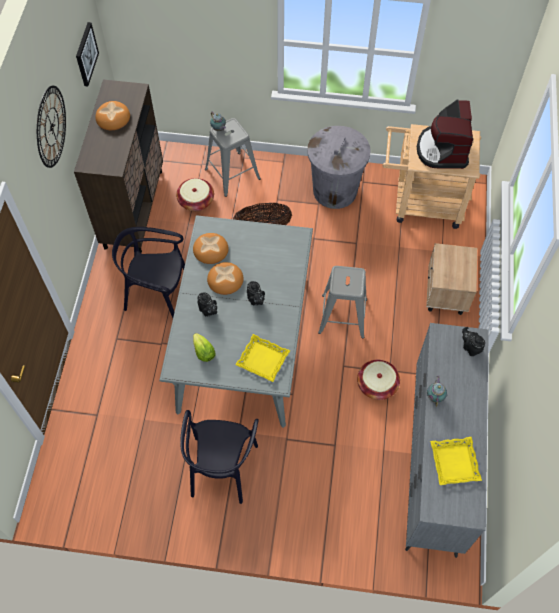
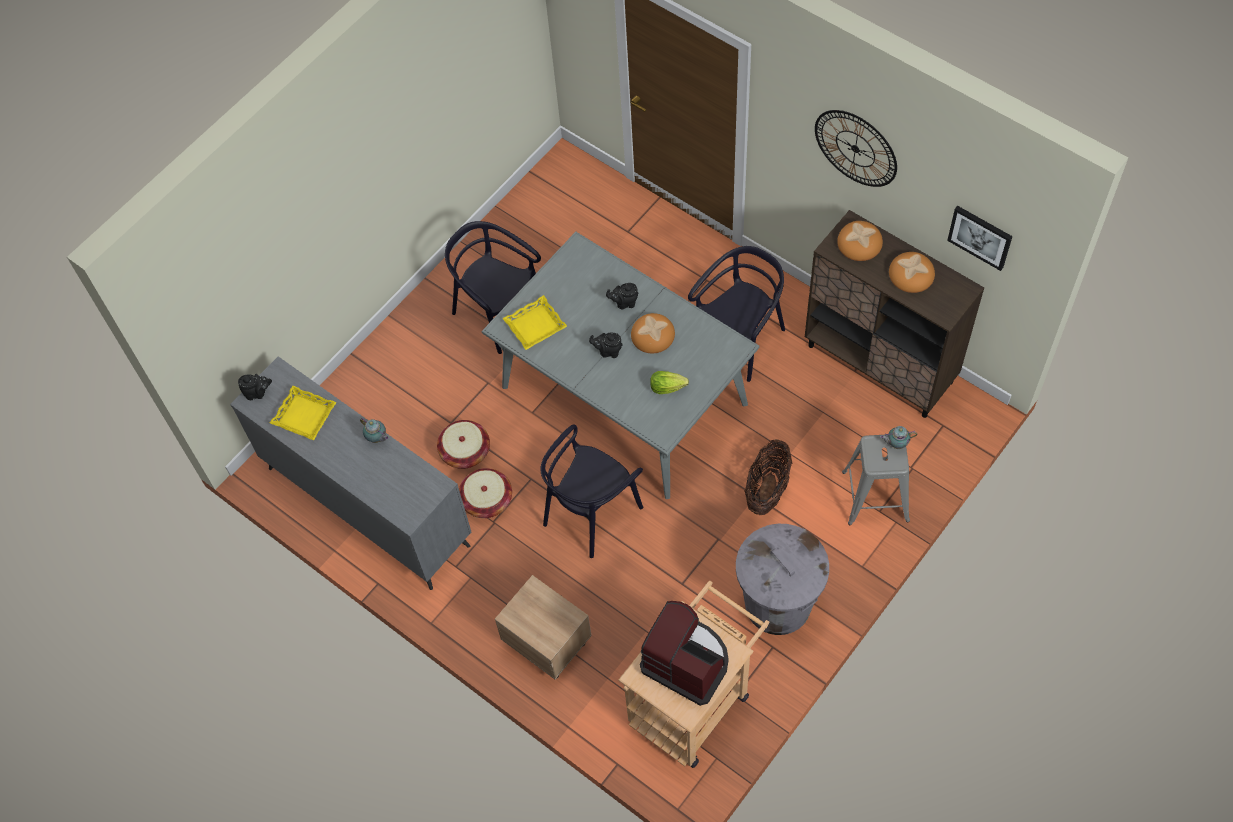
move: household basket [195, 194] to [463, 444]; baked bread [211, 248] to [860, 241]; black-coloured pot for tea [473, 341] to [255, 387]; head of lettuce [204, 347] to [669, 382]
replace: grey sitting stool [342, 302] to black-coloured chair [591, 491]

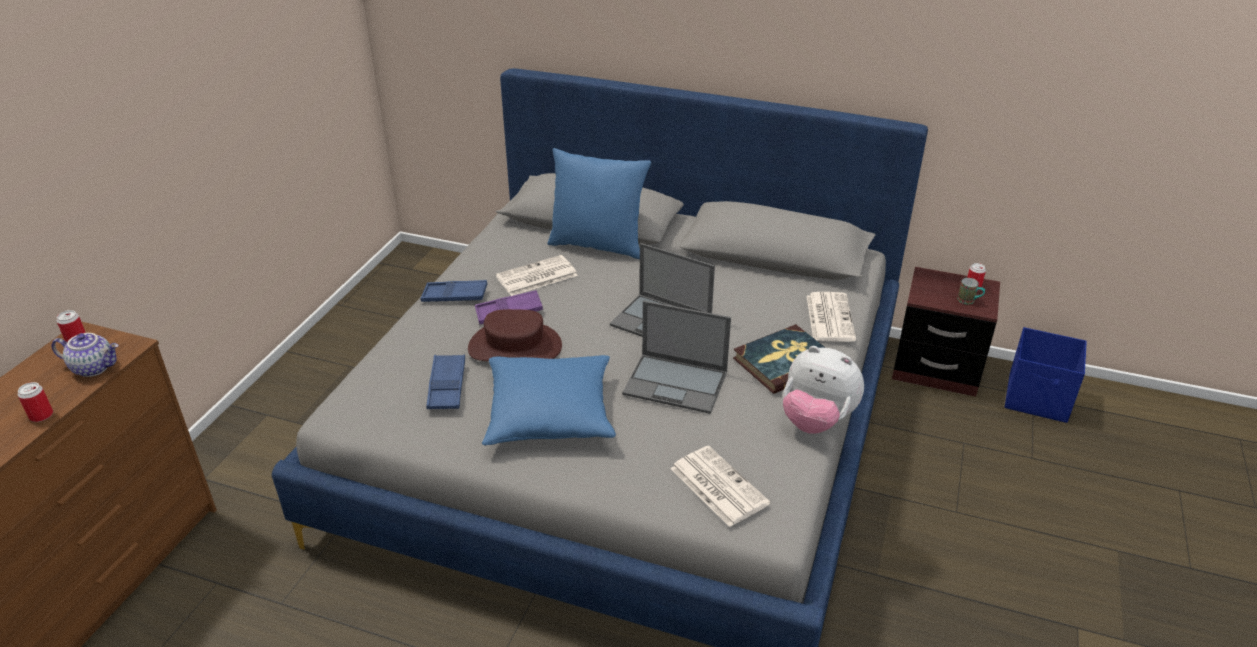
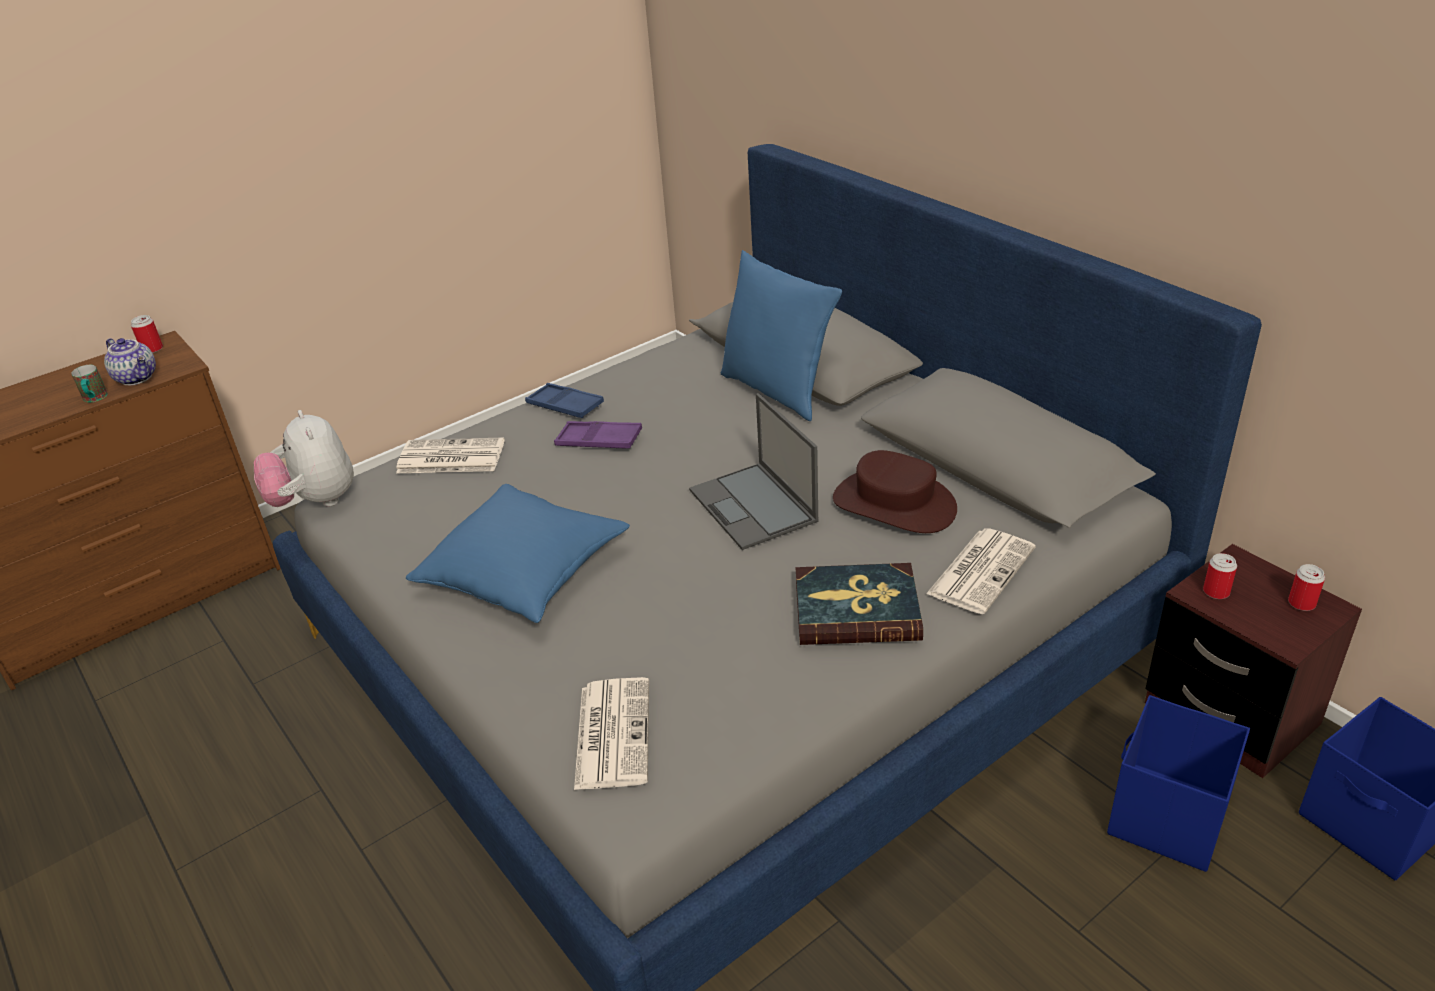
delete: notebook computer [676, 357]; bluish carrying tray [445, 382]
insert: bluish storage bin [1178, 783]
move: daily paper [536, 275] to [450, 455]; tea mug [971, 291] to [89, 384]; brownish wearable hat [515, 335] to [895, 491]; soft toy [823, 390] to [304, 458]; sealed can [35, 402] to [1220, 576]

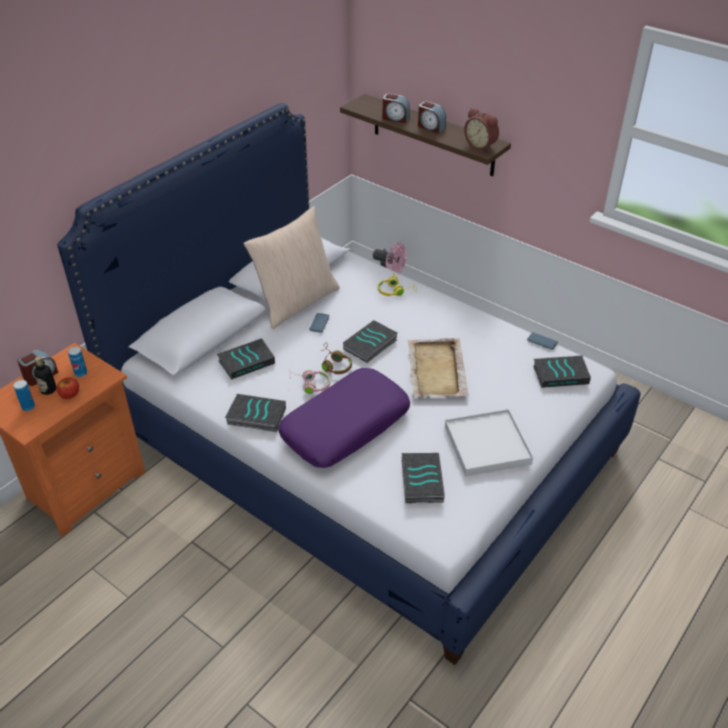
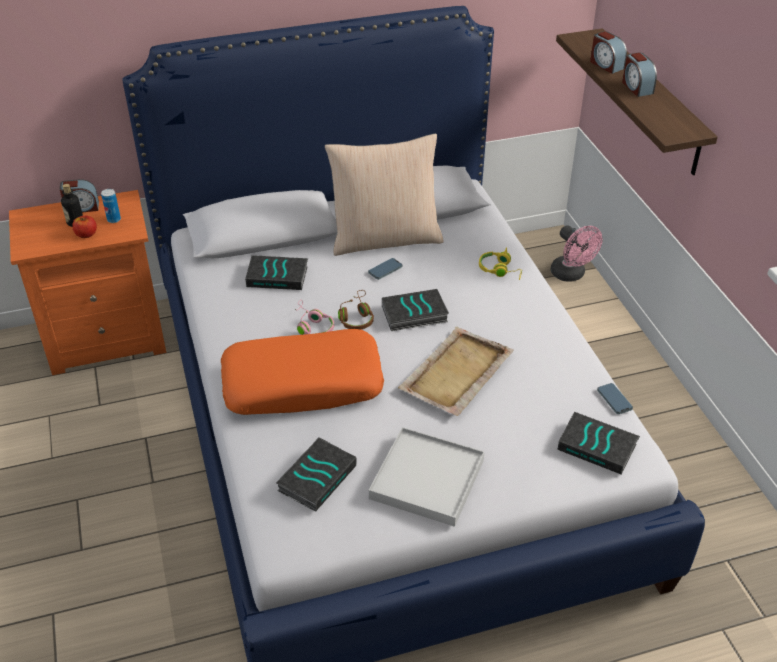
delete: bedside clock [481, 129]; sealed can [24, 395]; bound book [255, 413]
recolor: purplish cushion [344, 418] to orange-coloured cushion [302, 372]

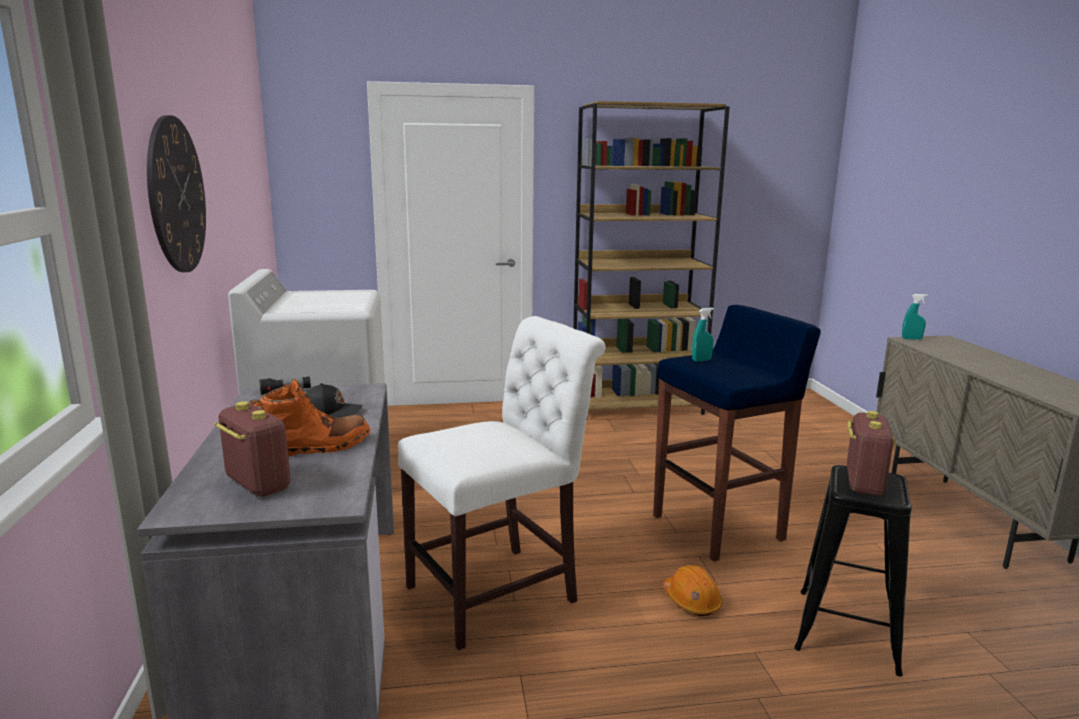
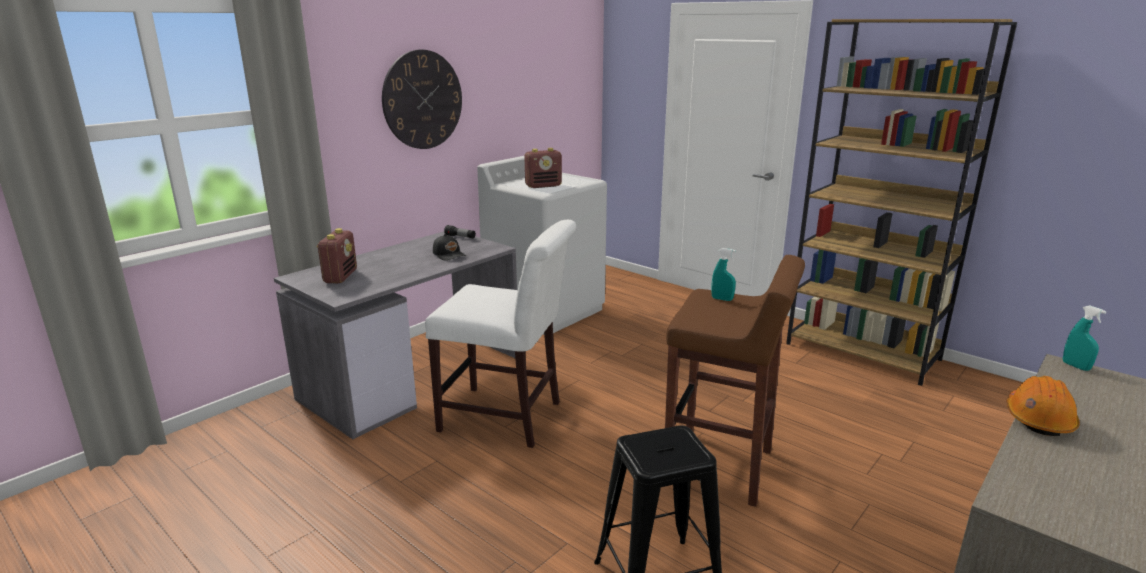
delete: orange-coloured boot [309, 418]
move: radio [871, 453] to [543, 168]; orange-coloured work helmet [692, 590] to [1043, 406]
recolor: bluish sitting stool [737, 433] to brownish sitting stool [735, 381]

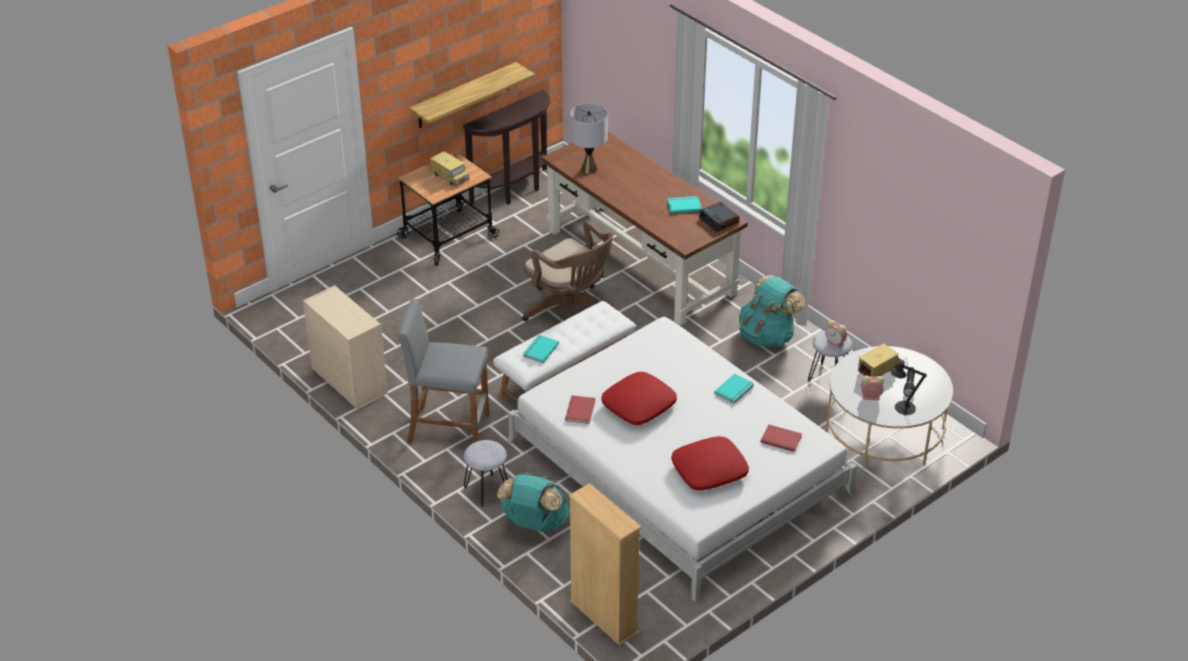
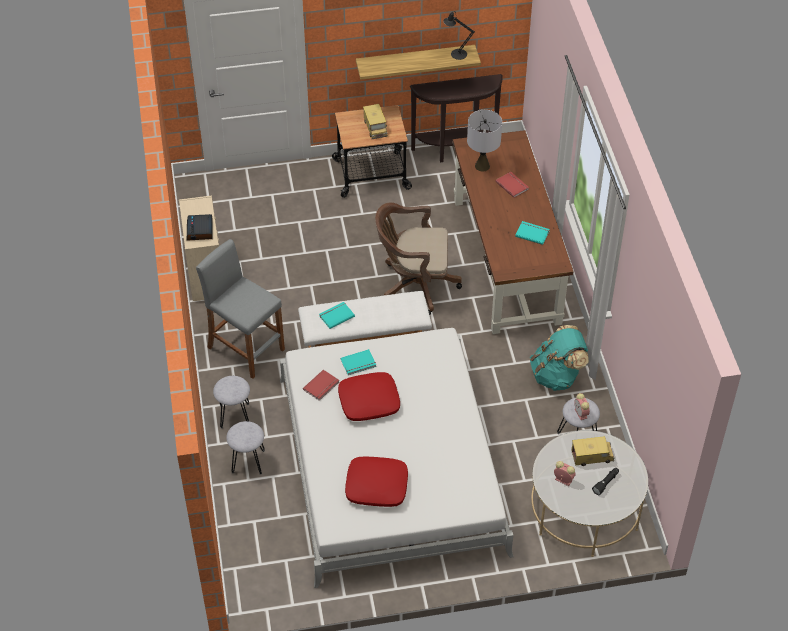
delete: beige bookshelf [605, 564]
move: bedside clock [719, 217] to [200, 227]; black-coloured tabletop lamp [908, 386] to [459, 36]; turquoise-coloured bound book [734, 389] to [358, 362]; reddish bound book [781, 438] to [512, 185]
replace: turquoise-coloured rucksack [533, 502] to grey sitting stool [245, 448]
rotate: brownish desk chair [568, 271] = [418, 258] 105 degrees clockwise

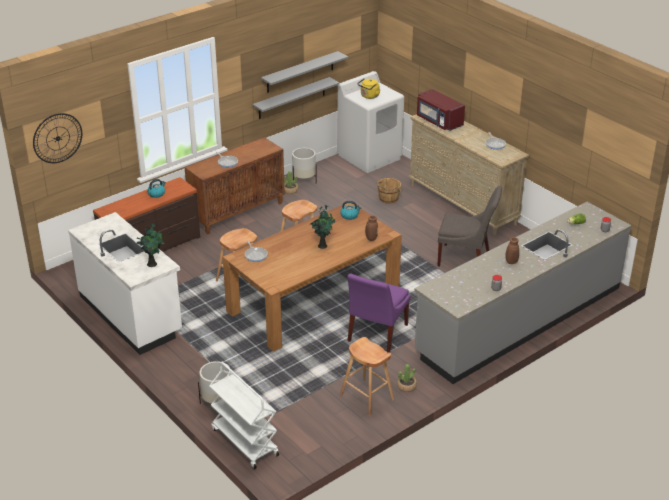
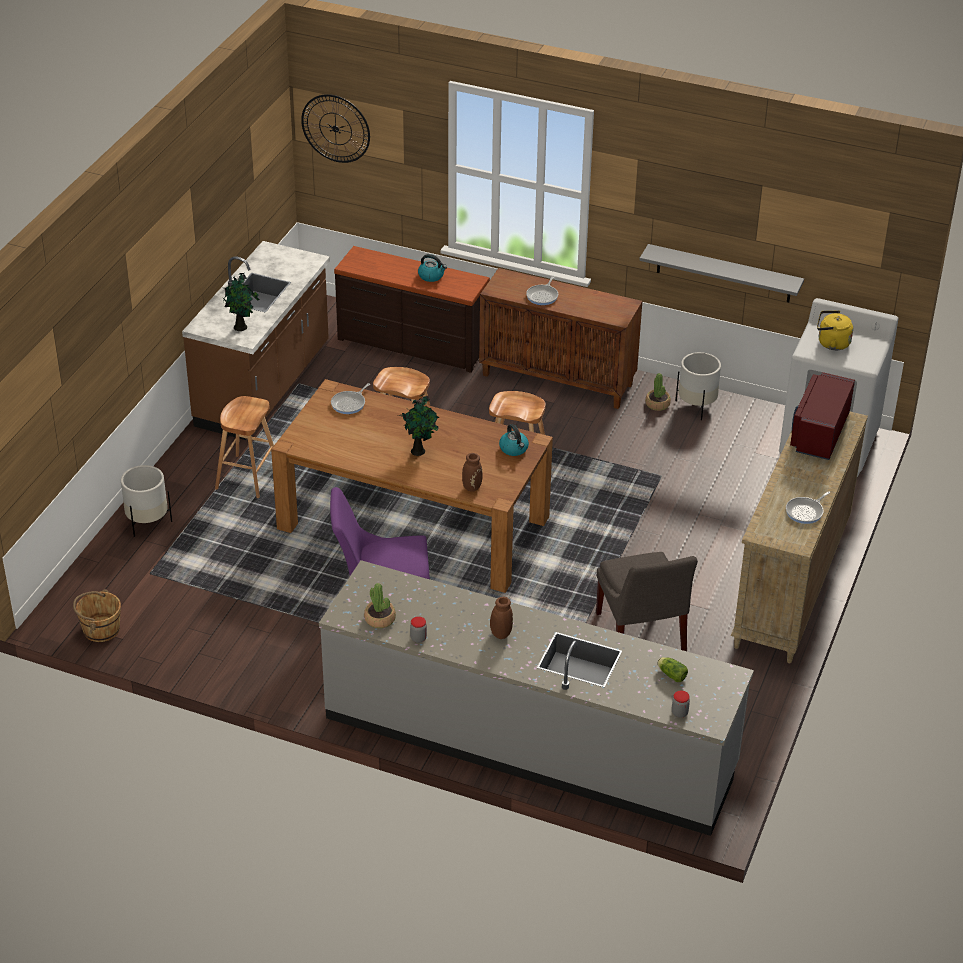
delete: grey shelf [304, 72]; whitish cart [244, 415]
move: brownish water bucket [389, 191] to [97, 615]; brownish sitting stool [367, 376] to [244, 447]; plant in a pot [407, 378] to [380, 605]
recolor: whitish kitchen base unit [125, 283] to brownish kitchen base unit [256, 340]

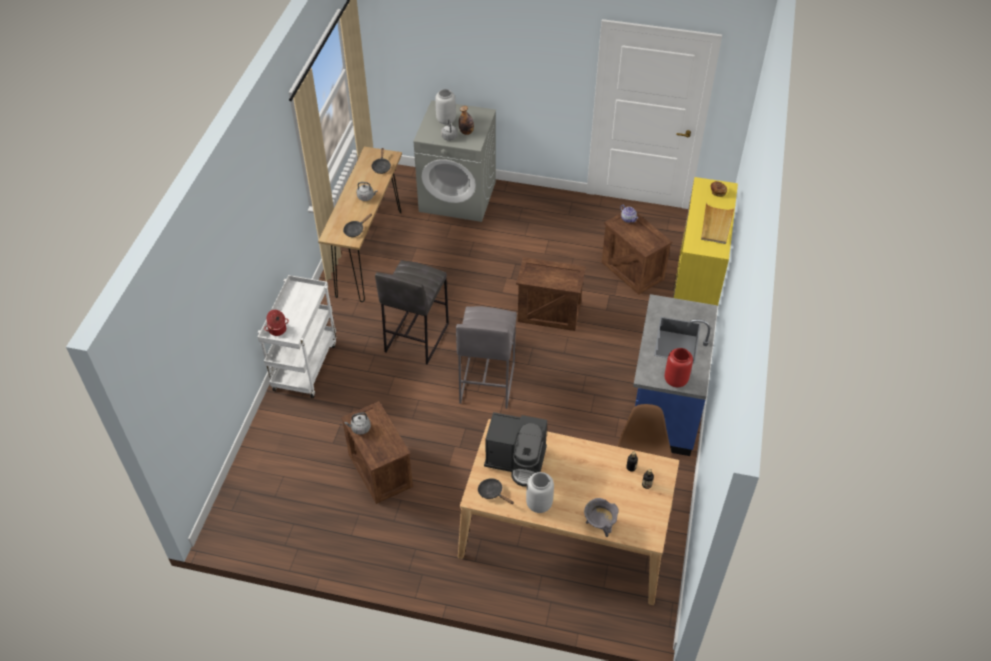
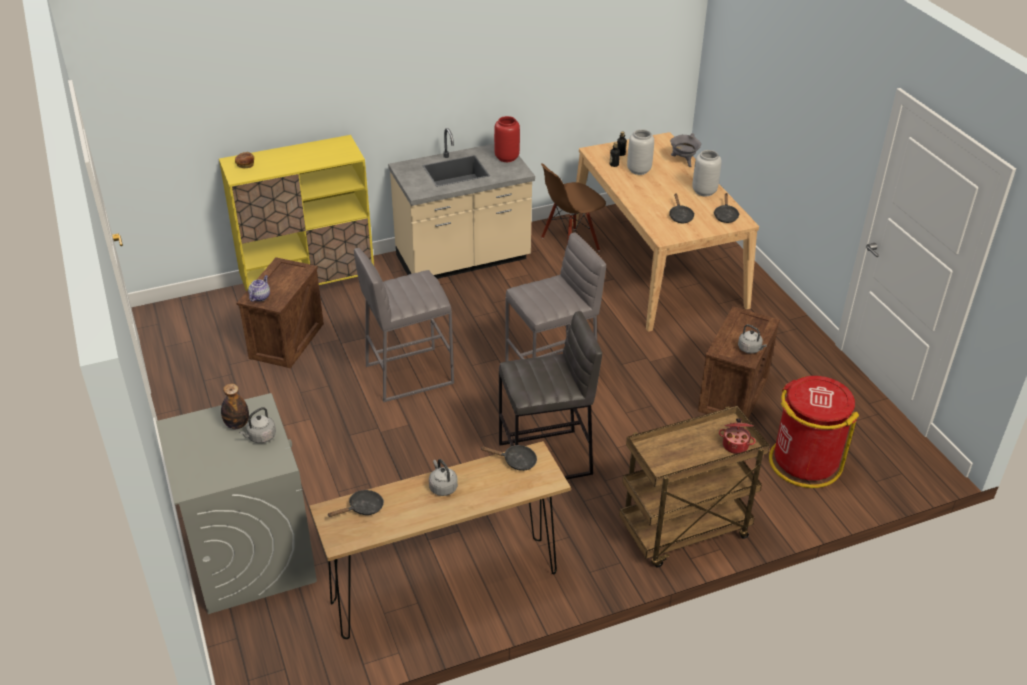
delete: beige carrying tray [717, 223]
insert: reddish waste bin [814, 432]
move: grey flower vase [445, 107] to [640, 152]
replace: packing crate [551, 294] to grey sitting stool [404, 325]; coffee maker [515, 449] to black-coloured pan [681, 208]
recolor: whitish cart [297, 336] to brownish cart [694, 486]; bluish kitchen base unit [675, 375] to beige kitchen base unit [461, 203]

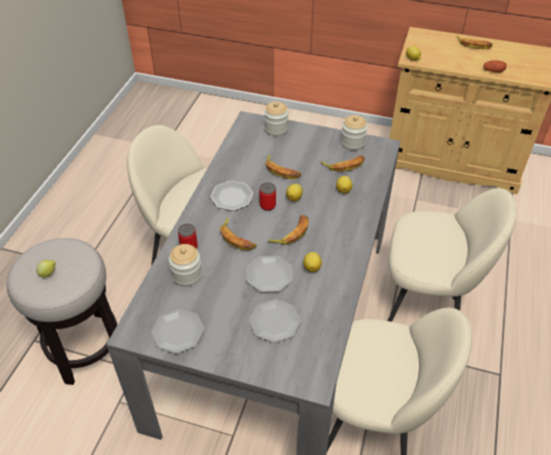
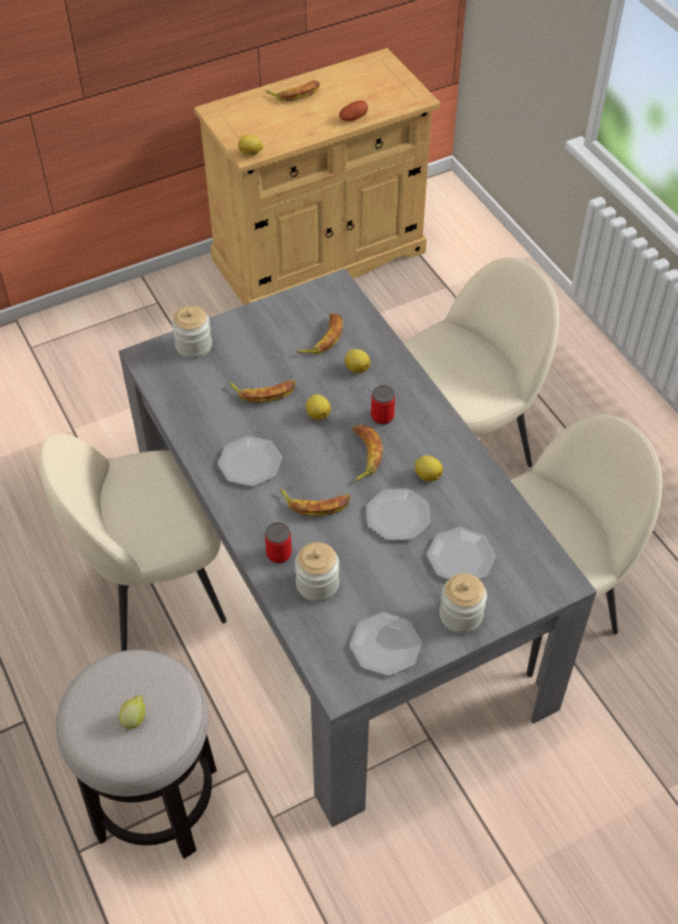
move: preserve jar [354, 133] to [463, 603]; sealed can [267, 197] to [383, 405]

